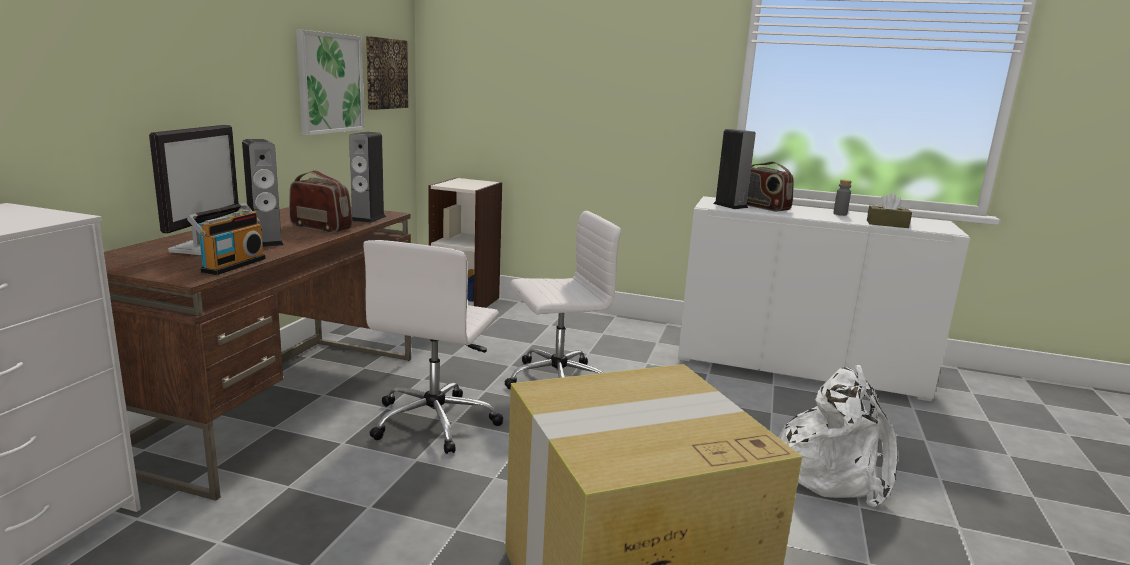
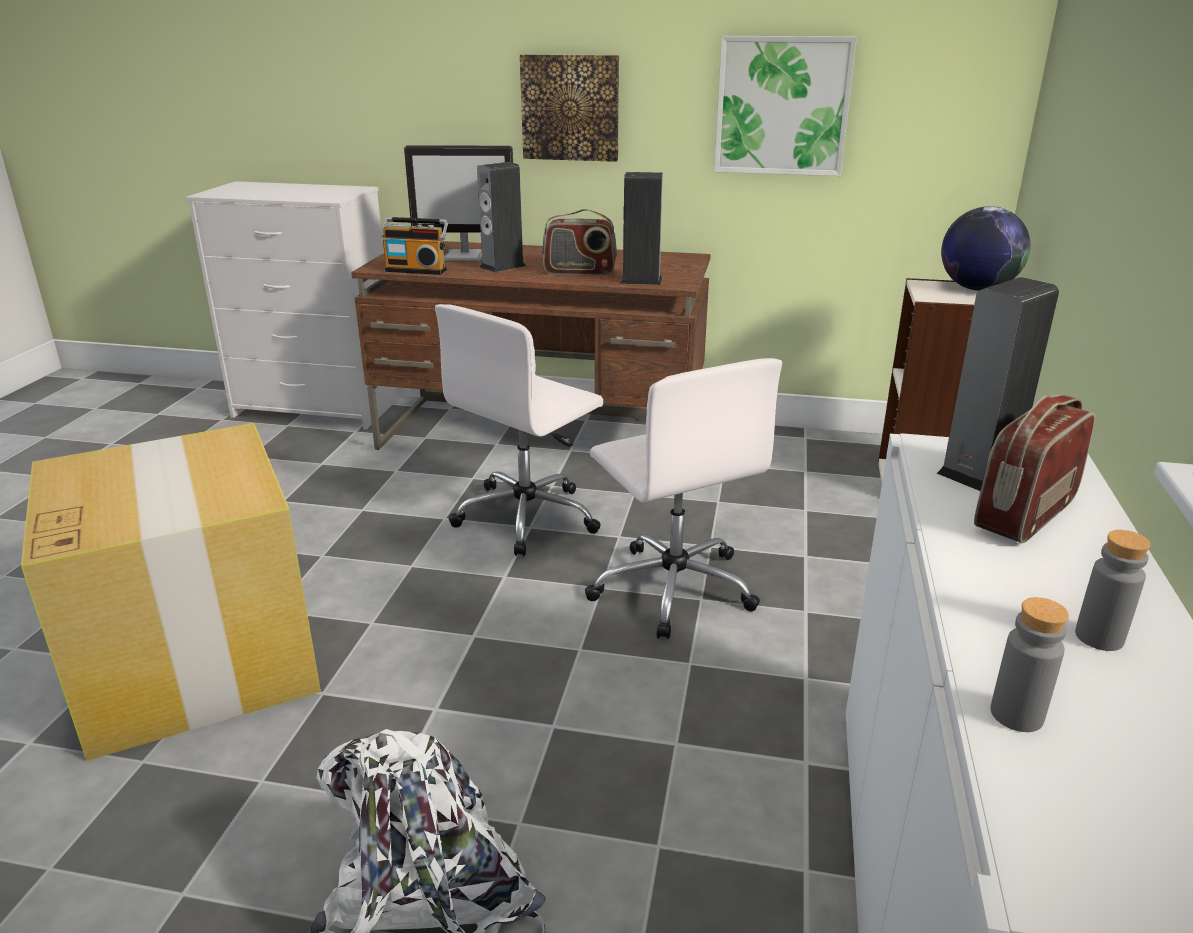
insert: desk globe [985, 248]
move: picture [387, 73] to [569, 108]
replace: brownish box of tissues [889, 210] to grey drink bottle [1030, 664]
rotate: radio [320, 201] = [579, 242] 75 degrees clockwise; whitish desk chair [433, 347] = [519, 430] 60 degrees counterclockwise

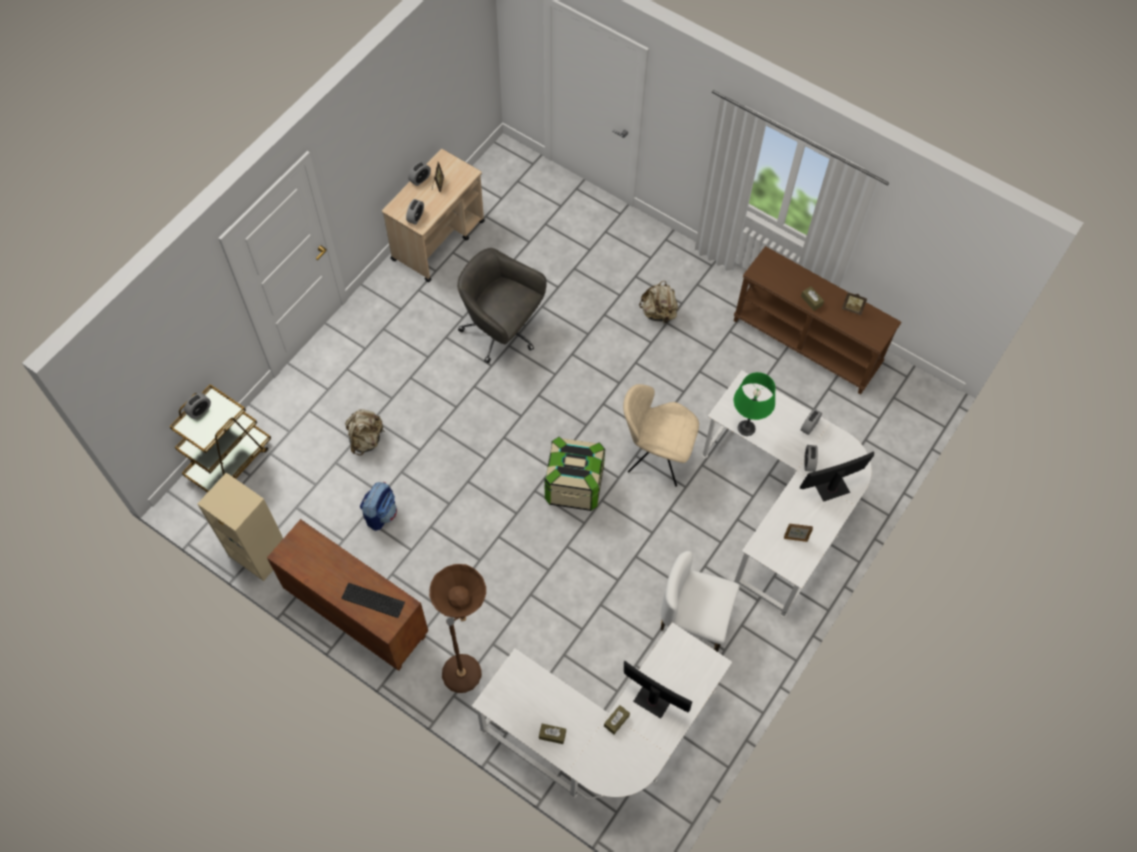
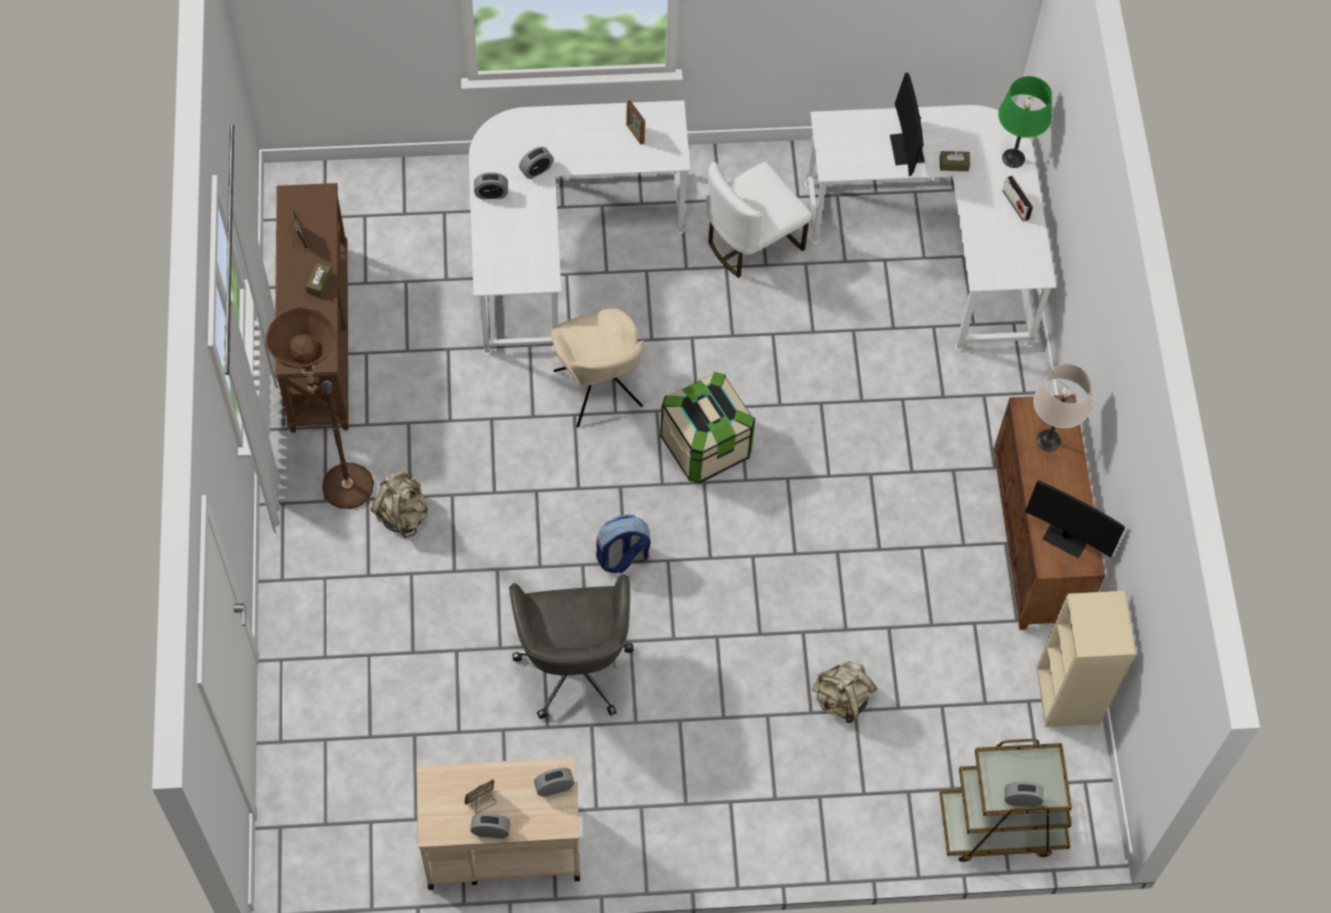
move: greenish tabletop lamp [754, 404] to [1025, 122]; monitor [836, 476] to [1075, 520]; rucksack [378, 506] to [623, 543]; brownish floor lamp [457, 628] to [320, 408]
replace: PC keyboard [373, 600] to beige tabletop lamp [1063, 407]; brownish box of tissues [552, 734] to radio [1018, 198]
rotate: whitish chair [700, 601] = [759, 220] 75 degrees clockwise

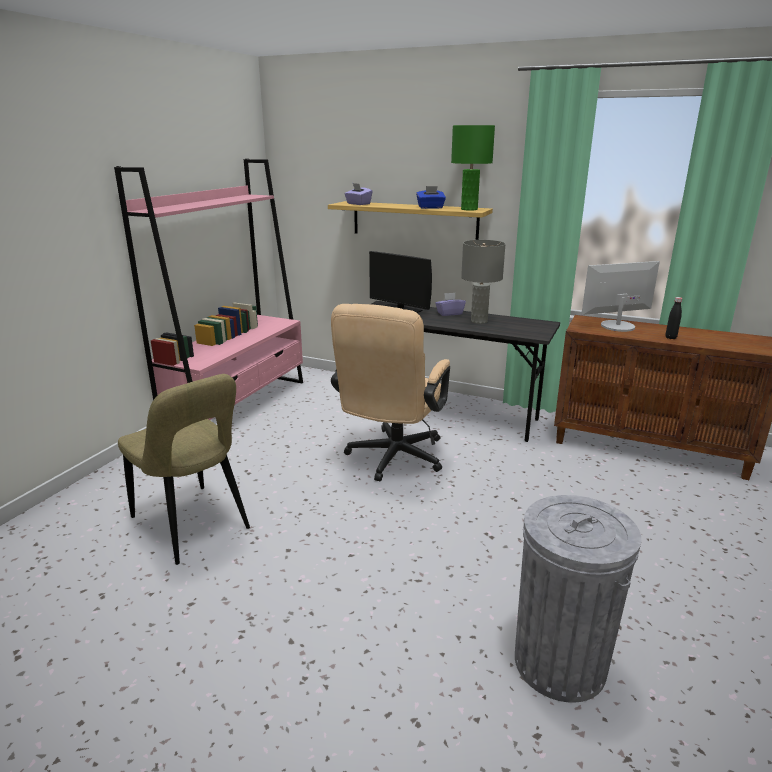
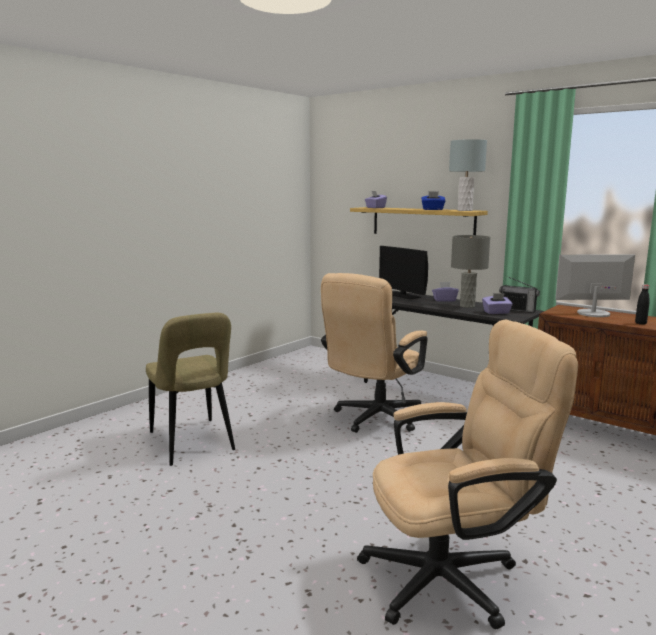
delete: pink bookshelf [208, 289]
insert: radio [519, 294]; purplish box of tissues [497, 303]
replace: grey waste bin [578, 599] to beige desk chair [467, 474]
recolor: greenish tabletop lamp [473, 167] to grey tabletop lamp [468, 175]

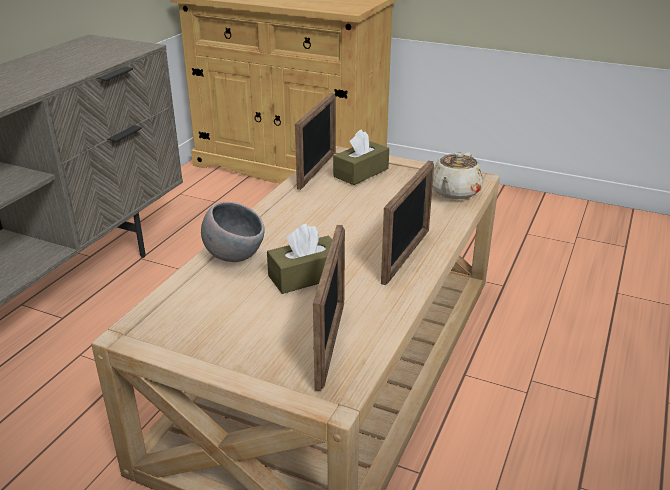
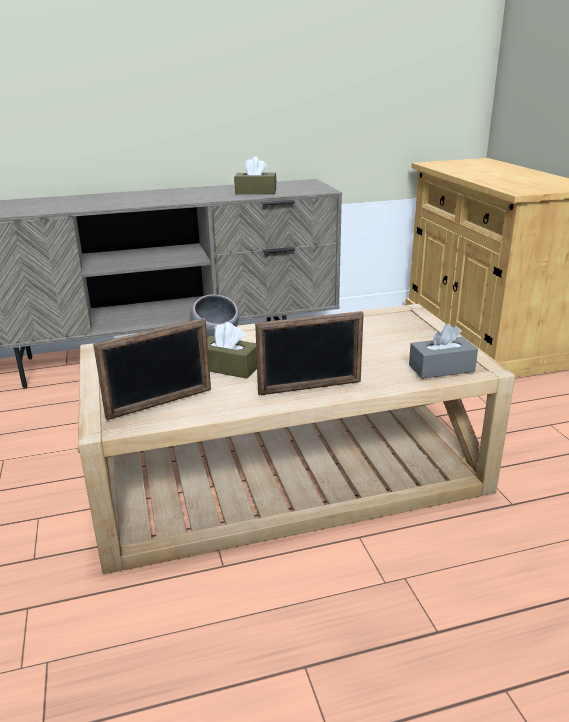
delete: photo frame [315, 141]
move: brownish box of tissues [361, 157] to [255, 175]
replace: beige pot for tea [457, 175] to grey box of tissues [443, 351]

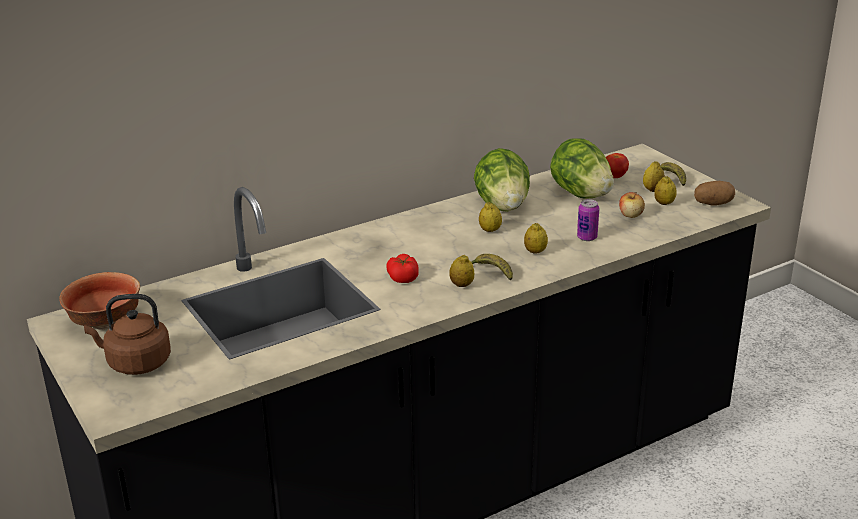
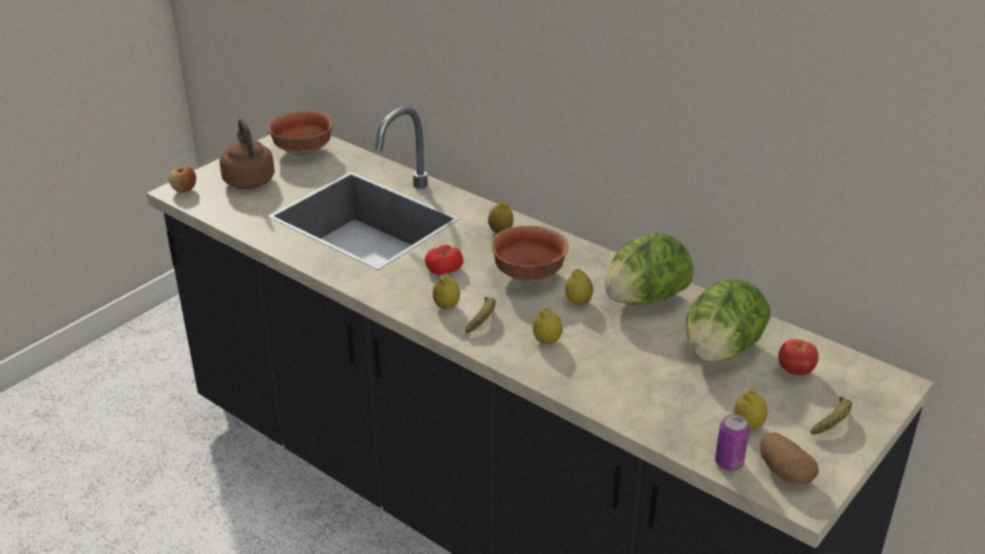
insert: deep dish [529, 254]
move: whole lemon [654, 177] to [501, 217]; apple fruit [632, 205] to [182, 179]; sealed can [588, 220] to [732, 442]

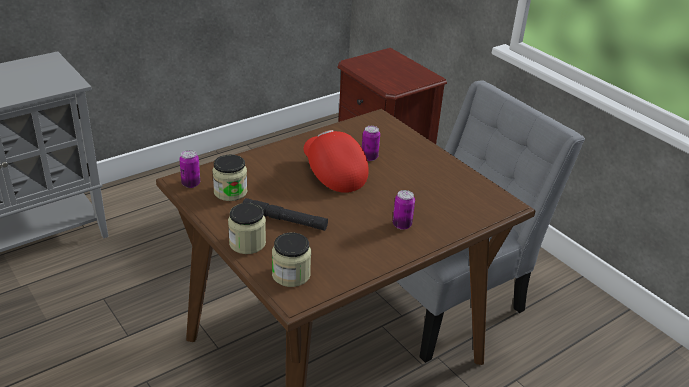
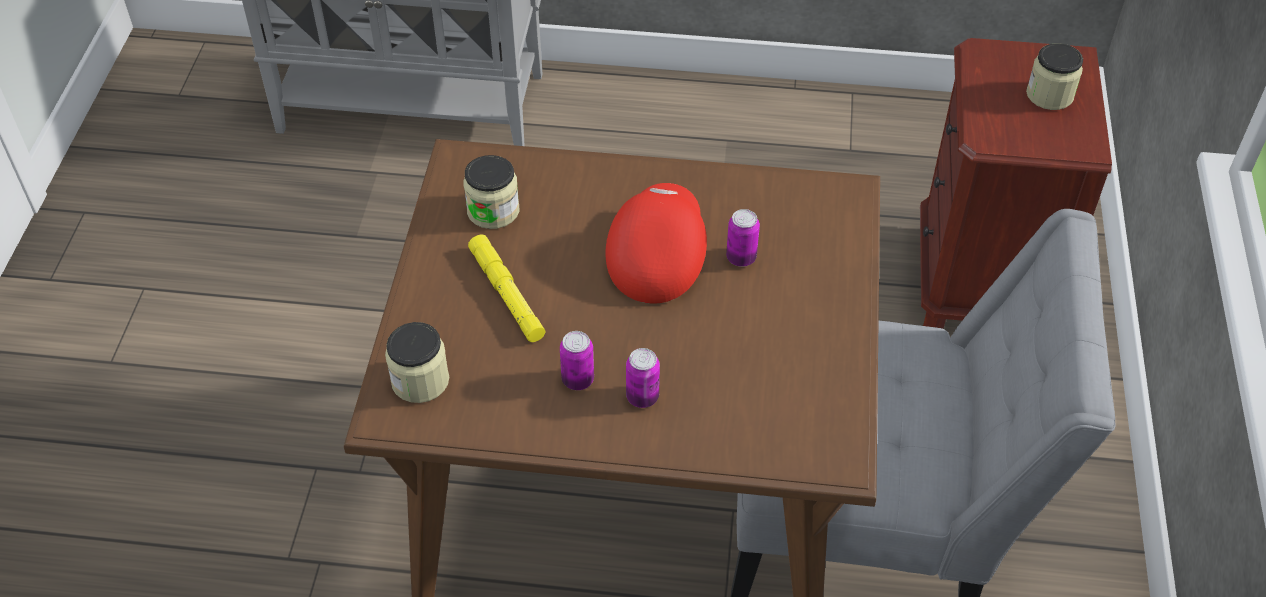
move: sealed can [189, 169] to [577, 360]; preserve jar [247, 228] to [1054, 76]
recolor: black-coloured torch [285, 214] to yellowish torch [506, 288]

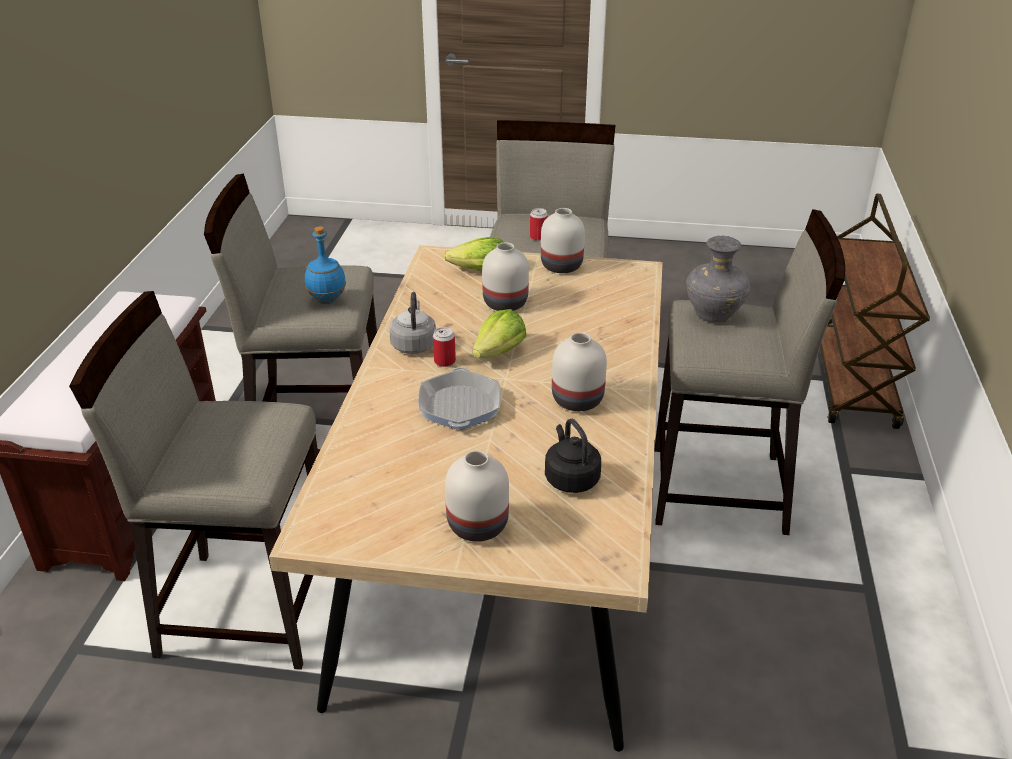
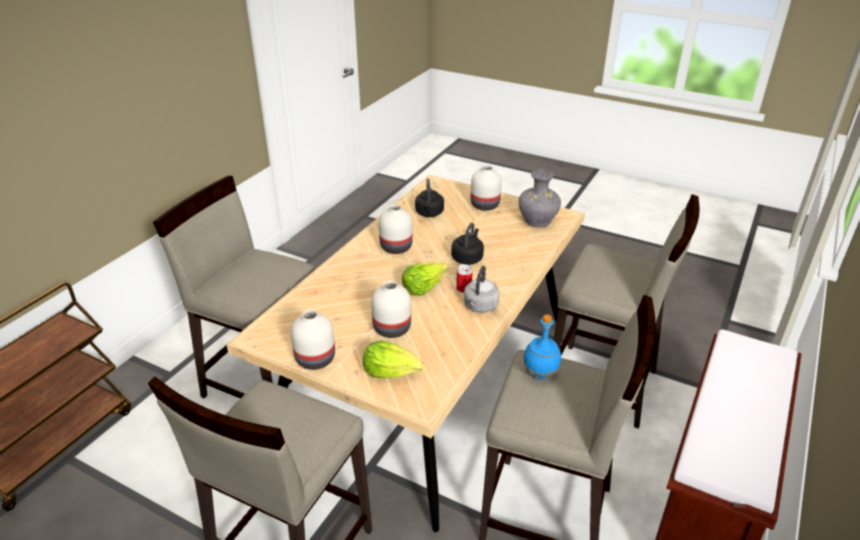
delete: sealed can [539, 224]
move: grey flower vase [718, 279] to [539, 198]
replace: pan [459, 398] to black-coloured water kettle [467, 243]

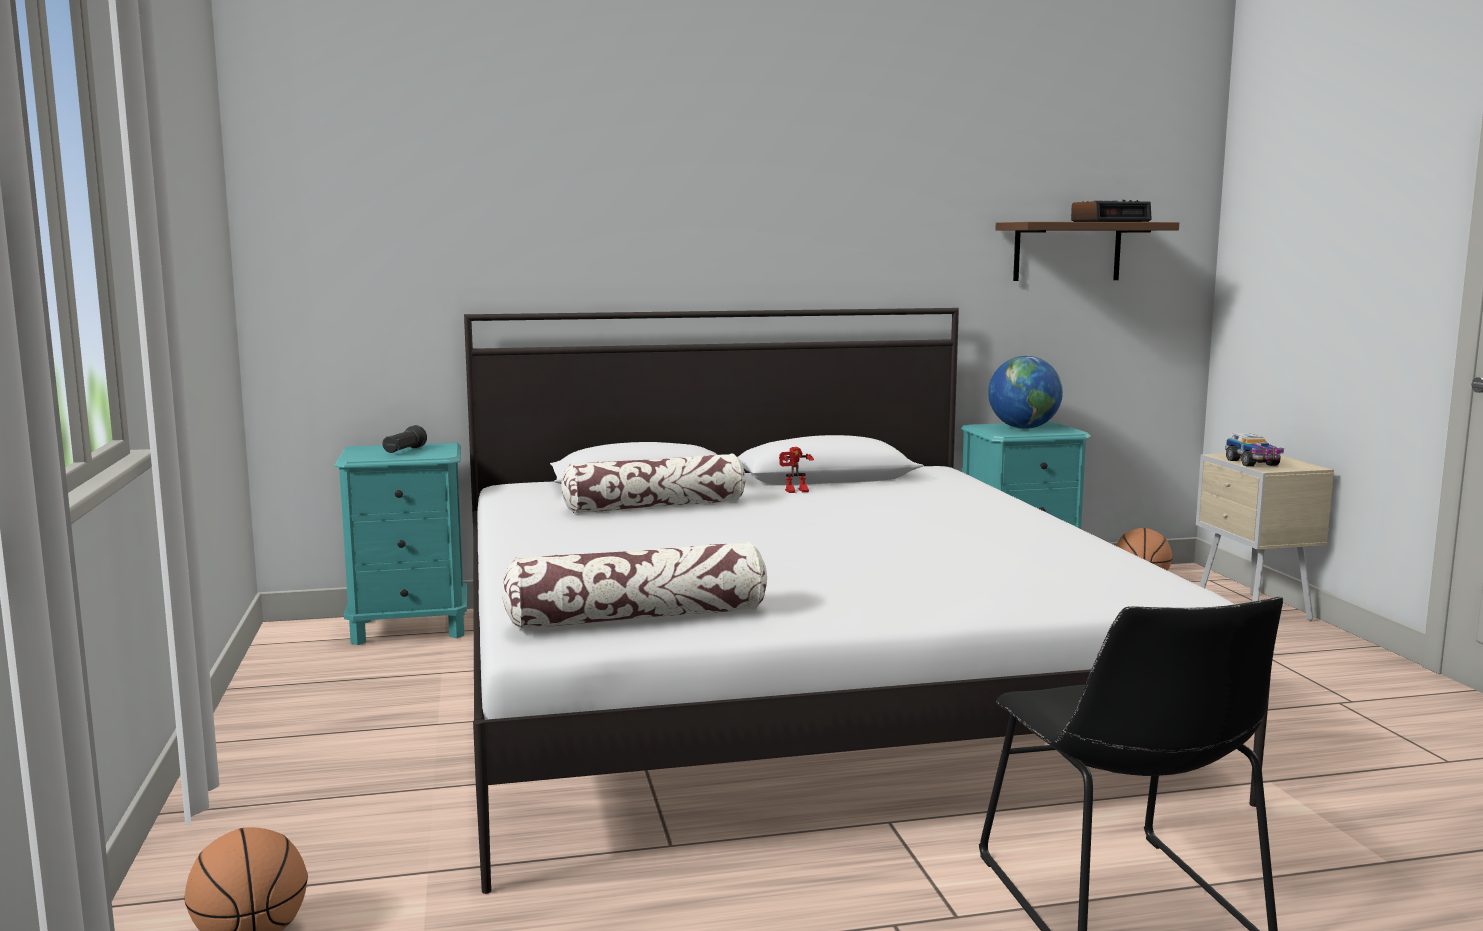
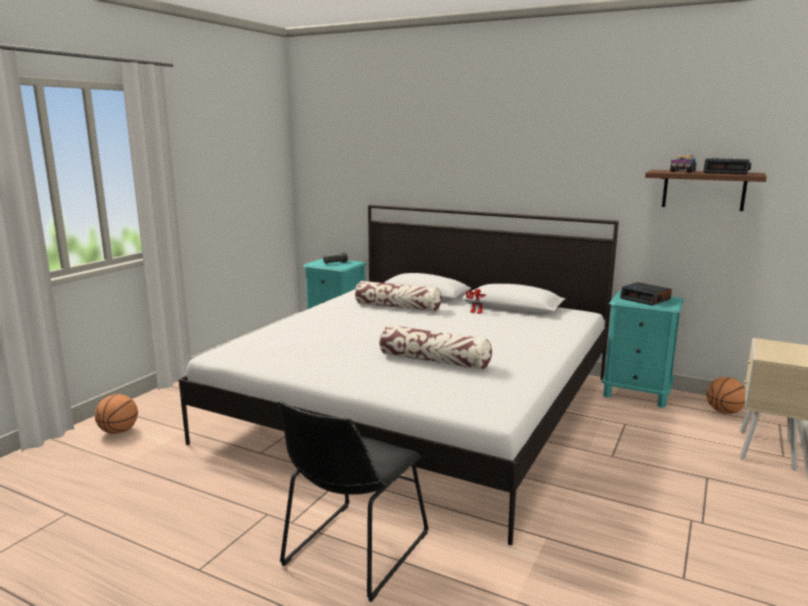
move: toy truck [1254, 449] to [683, 163]; cushion [634, 585] to [435, 347]
replace: desk globe [1025, 392] to bedside clock [646, 293]

